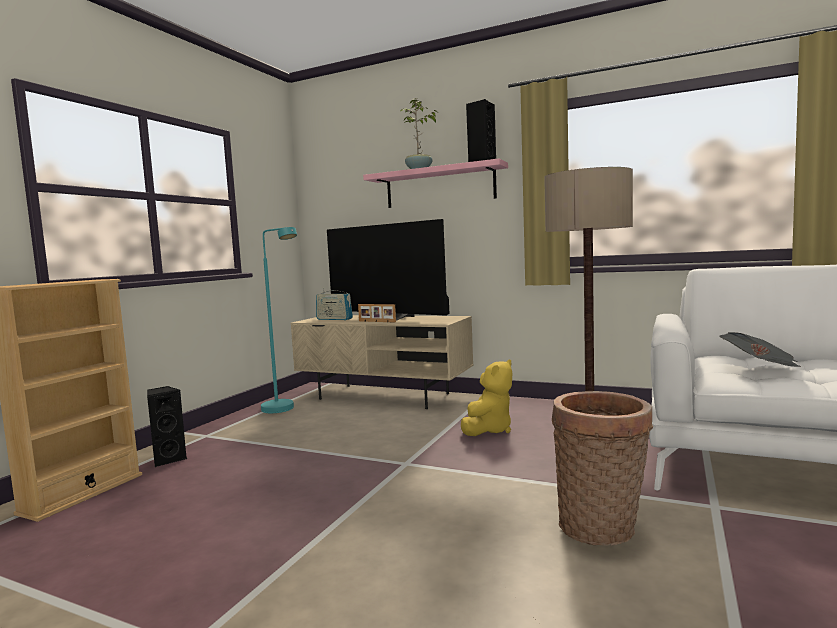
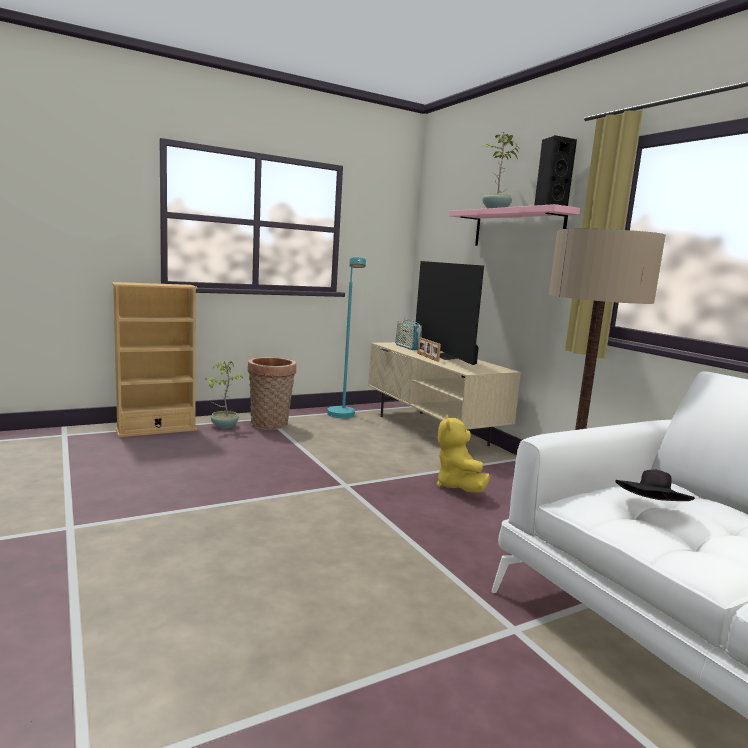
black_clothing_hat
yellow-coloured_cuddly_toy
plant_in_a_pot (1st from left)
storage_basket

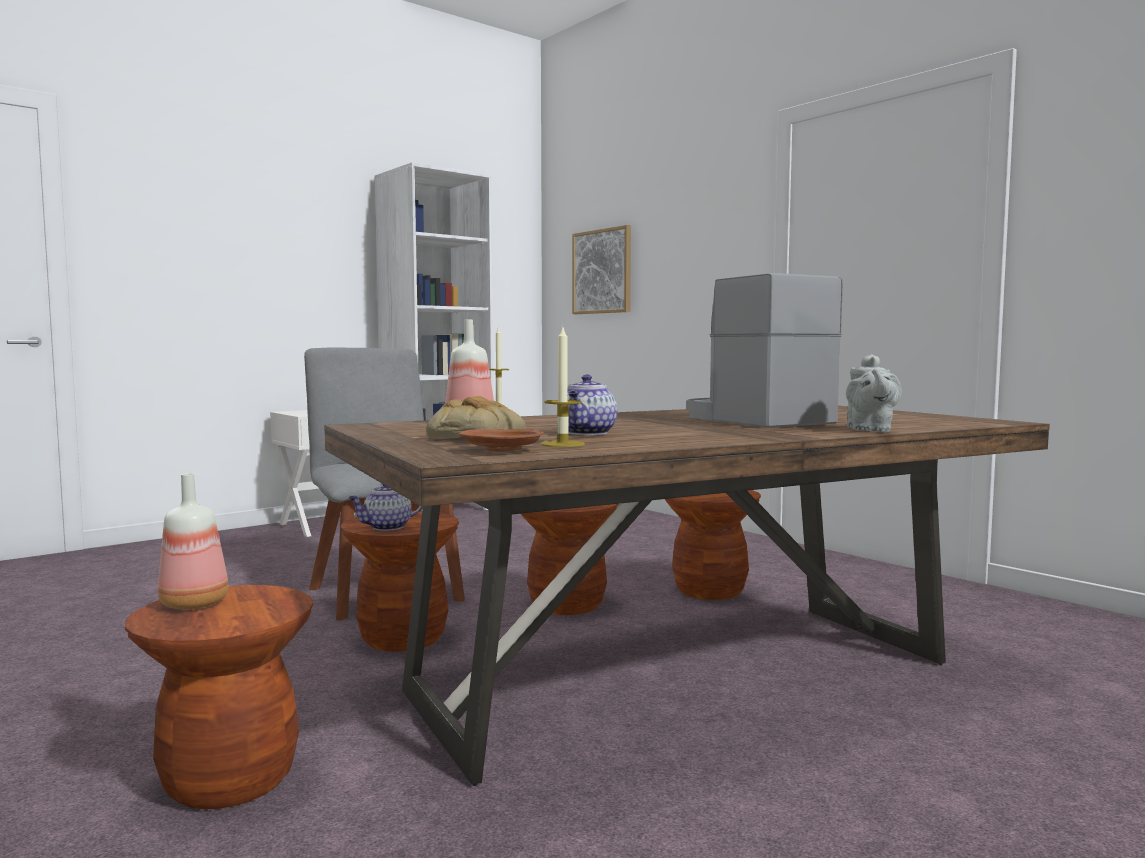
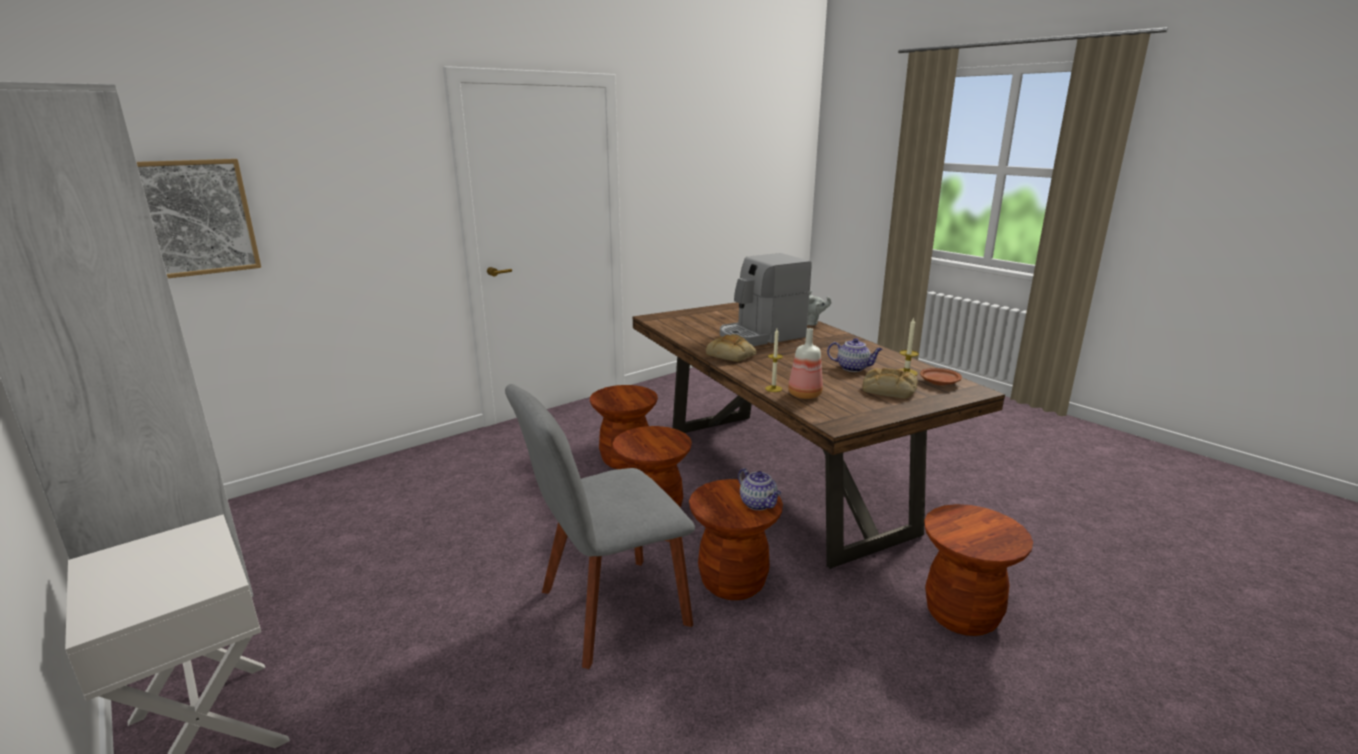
beverage_bottle (1st from left in the first image)
bread (1st from left)

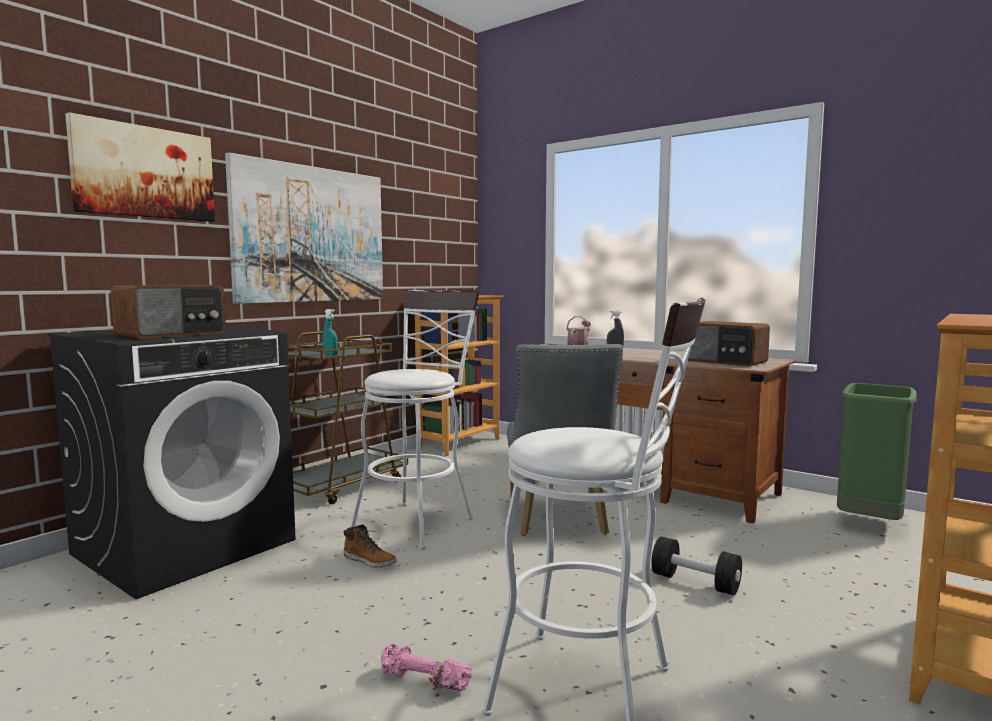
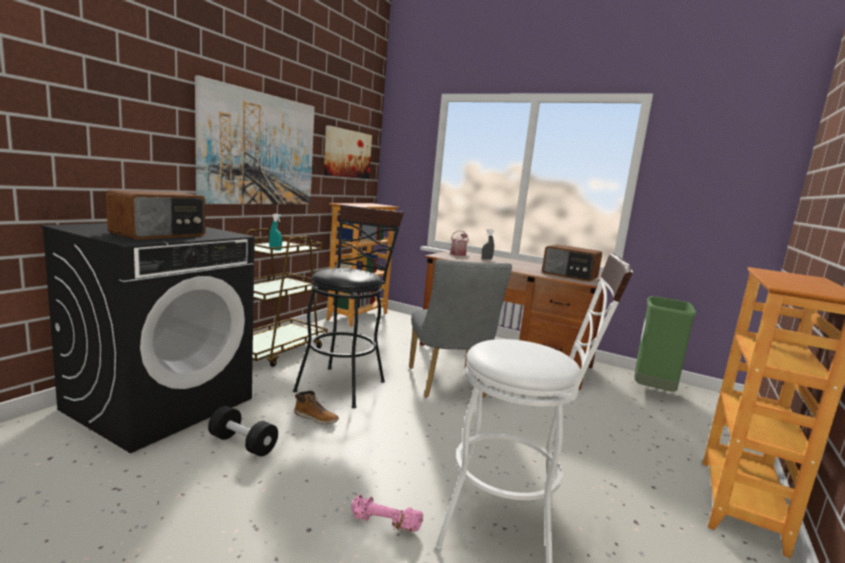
picture (2nd from left)
black_sitting_stool
black_hand_weight

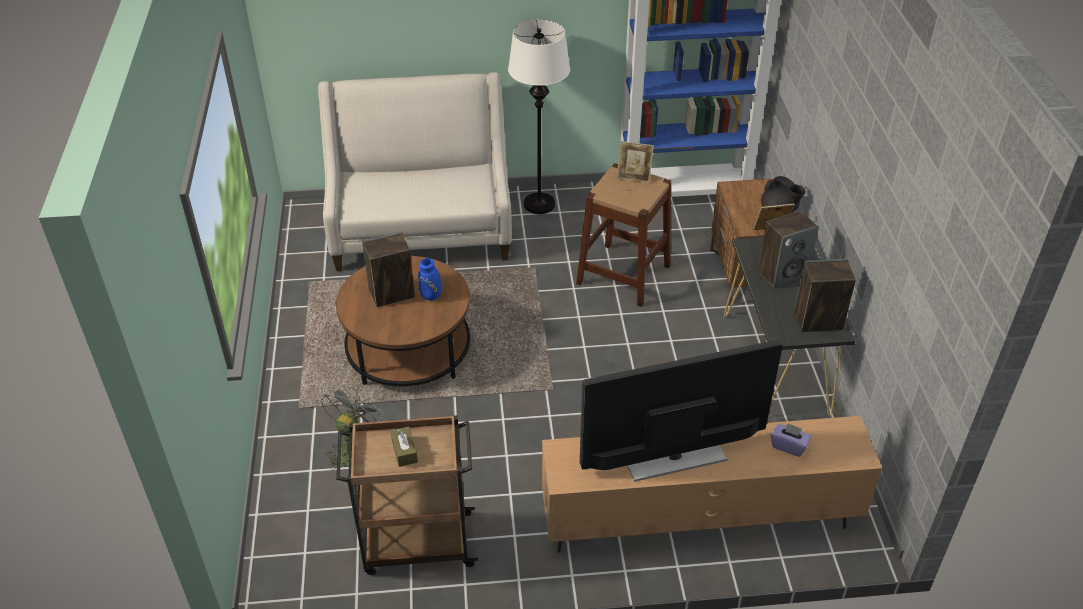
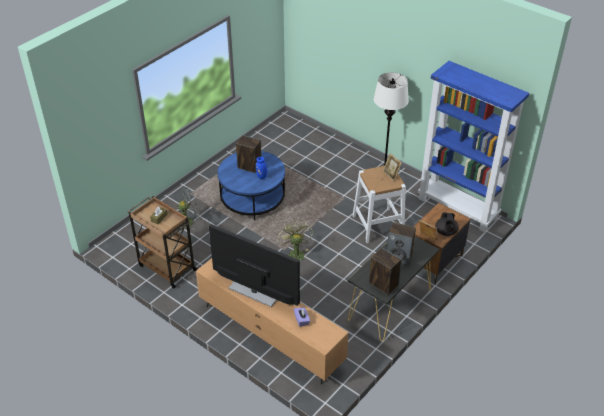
beige-coloured_settee
white-coloured_sitting_stool
blue_coffee_table
green-coloured_electric_fan

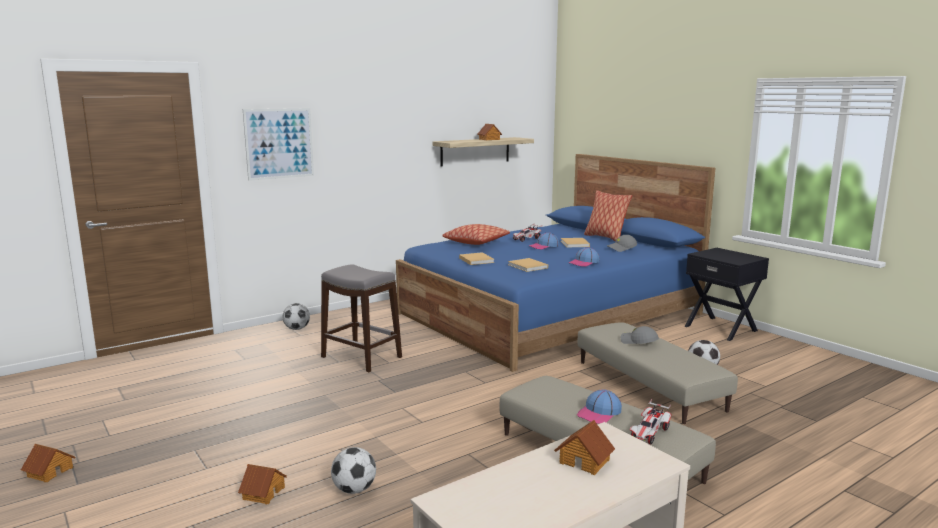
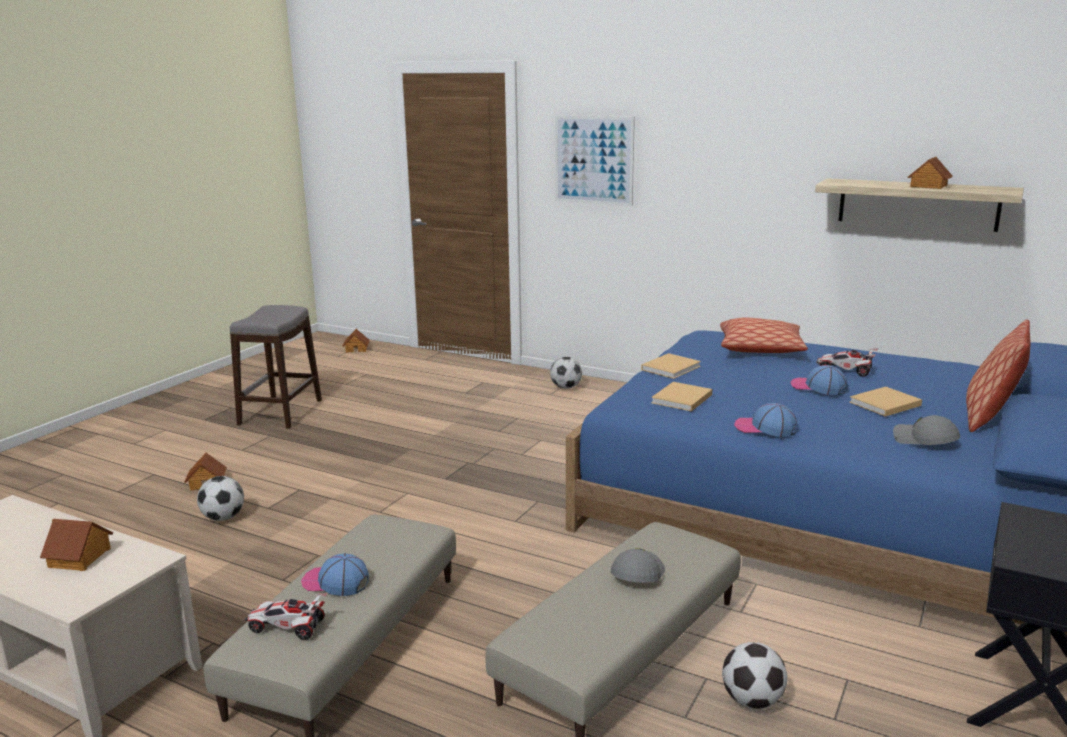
grey_sitting_stool
model_house (3rd from left)

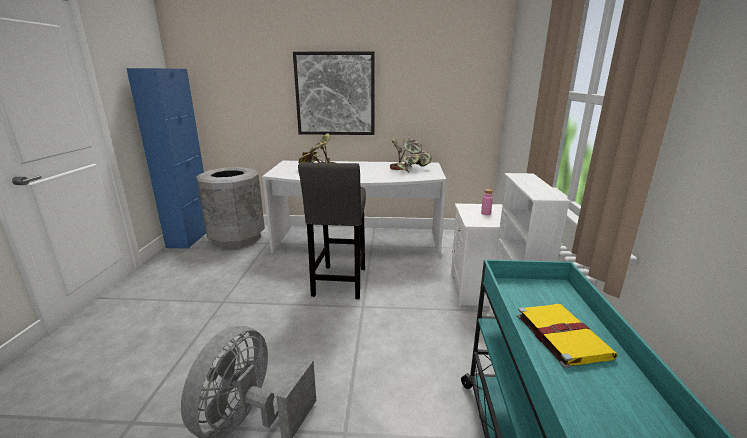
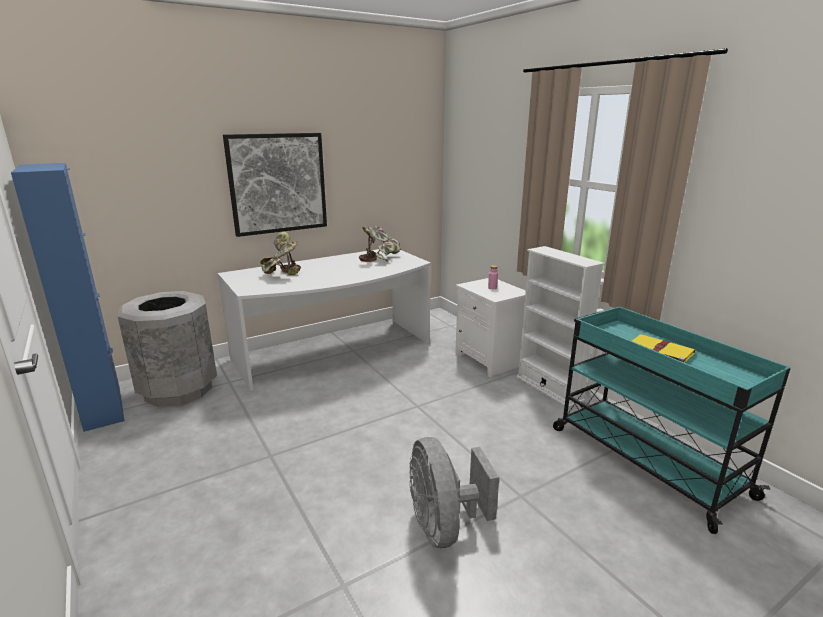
grey_sitting_stool

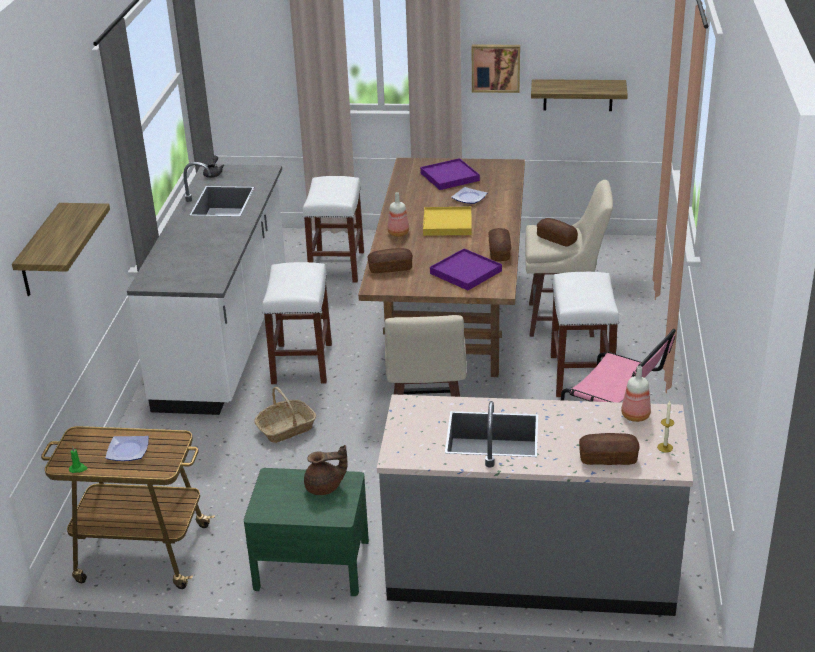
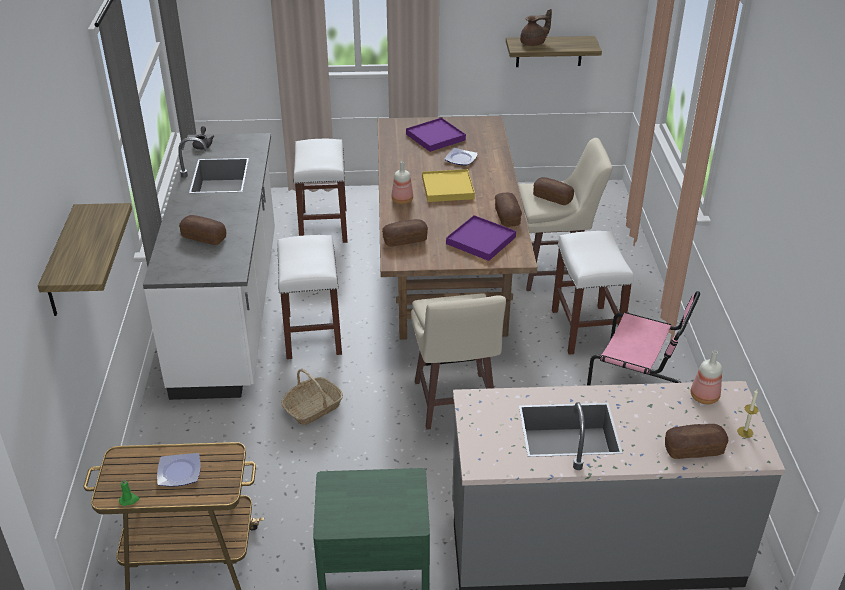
picture
brown_pot_for_tea
bread (1st from left)

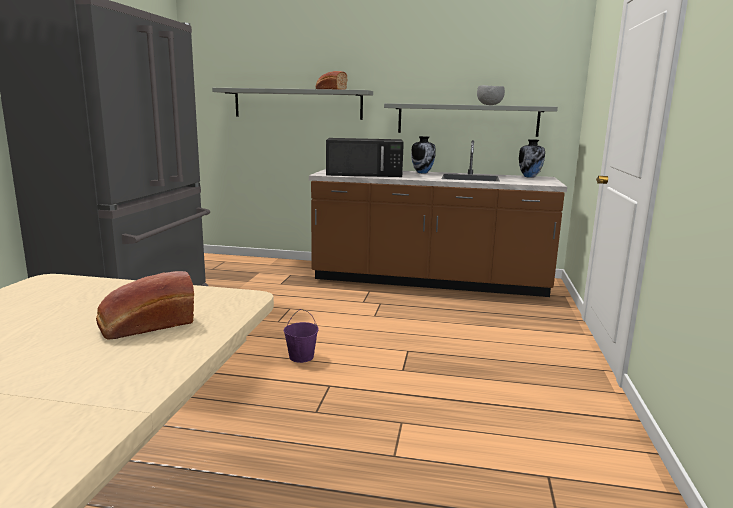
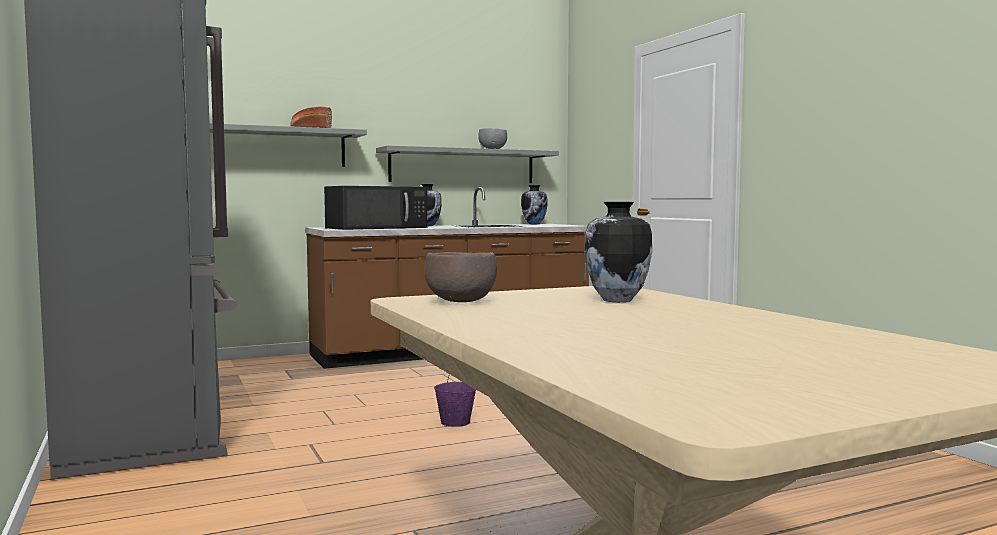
flower_vase (3rd from left)
brown_deep_dish

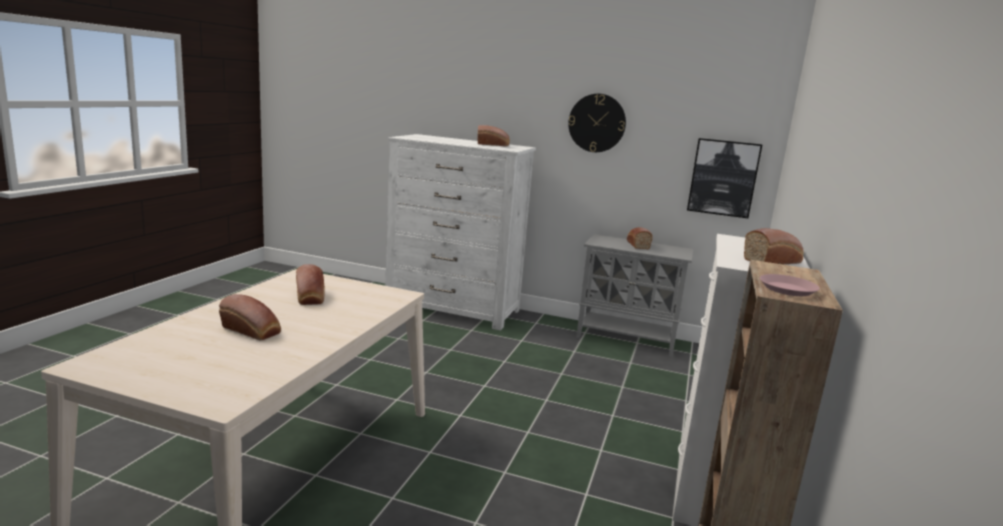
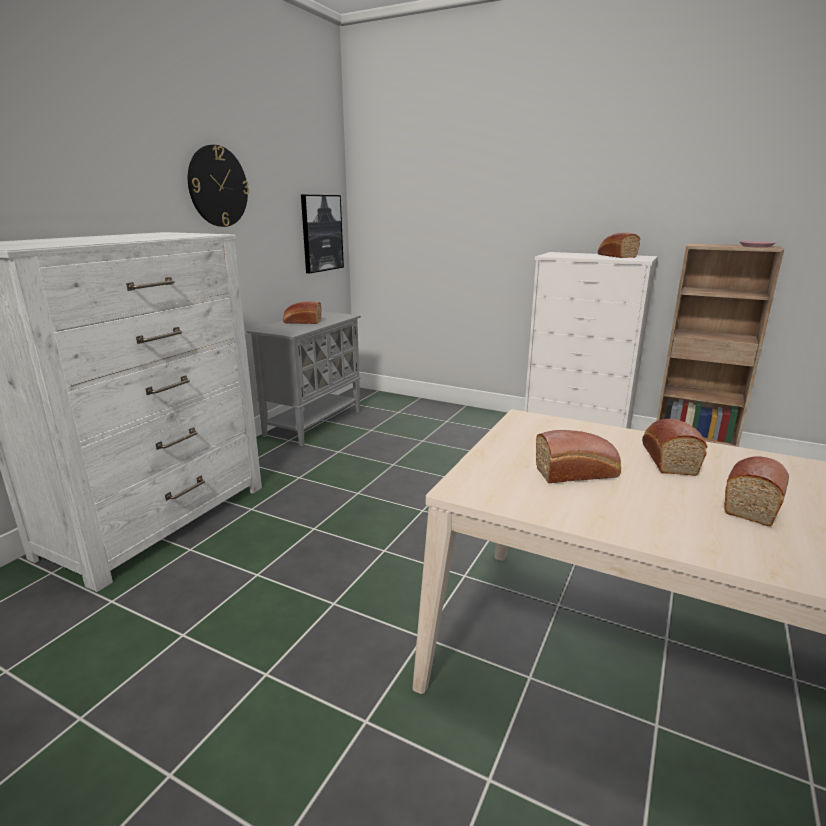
bread (4th from left)

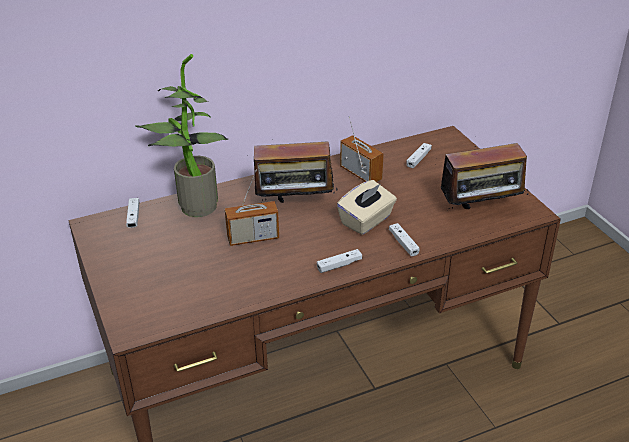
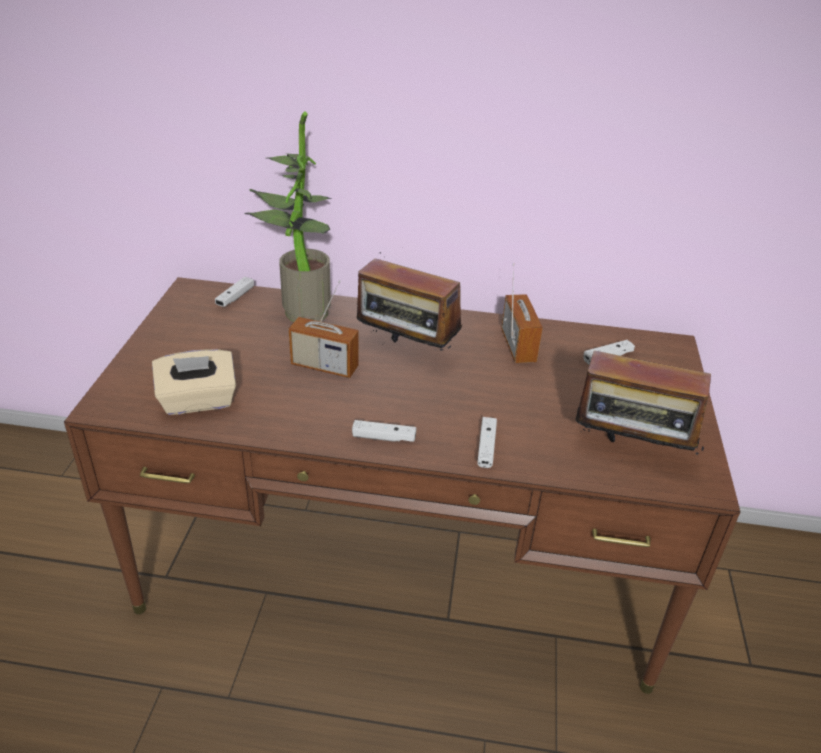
beige-coloured_tissue_box

